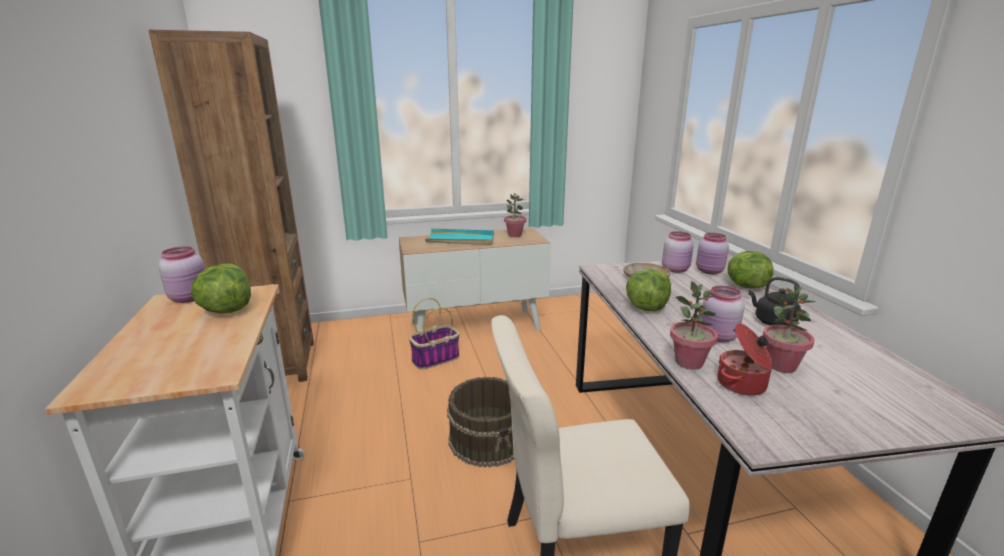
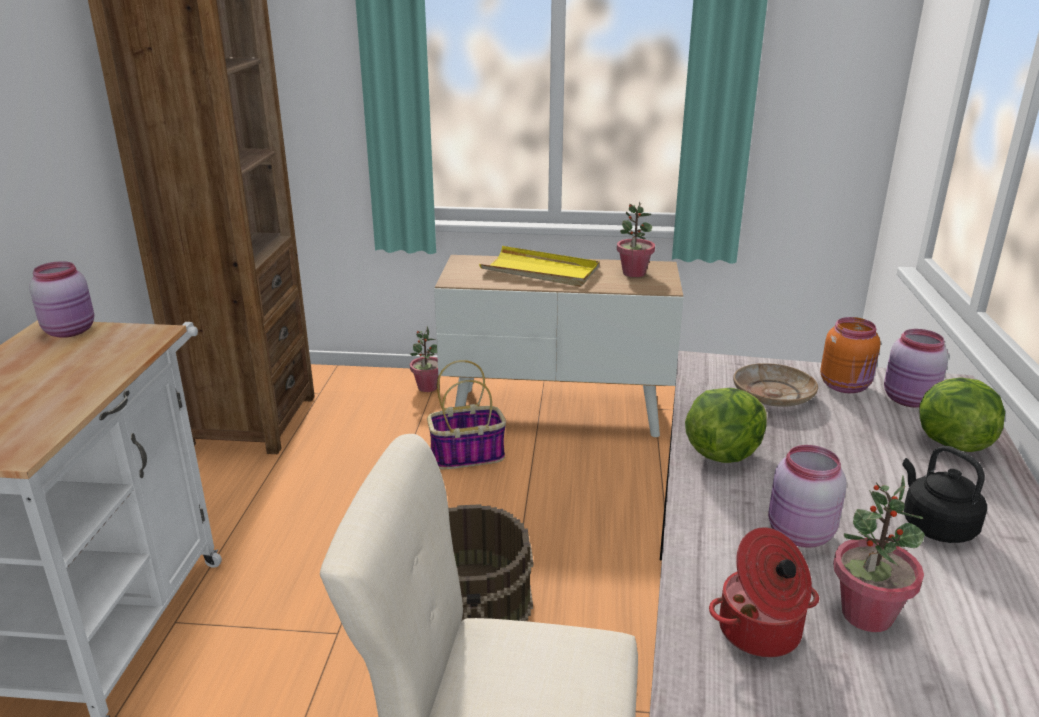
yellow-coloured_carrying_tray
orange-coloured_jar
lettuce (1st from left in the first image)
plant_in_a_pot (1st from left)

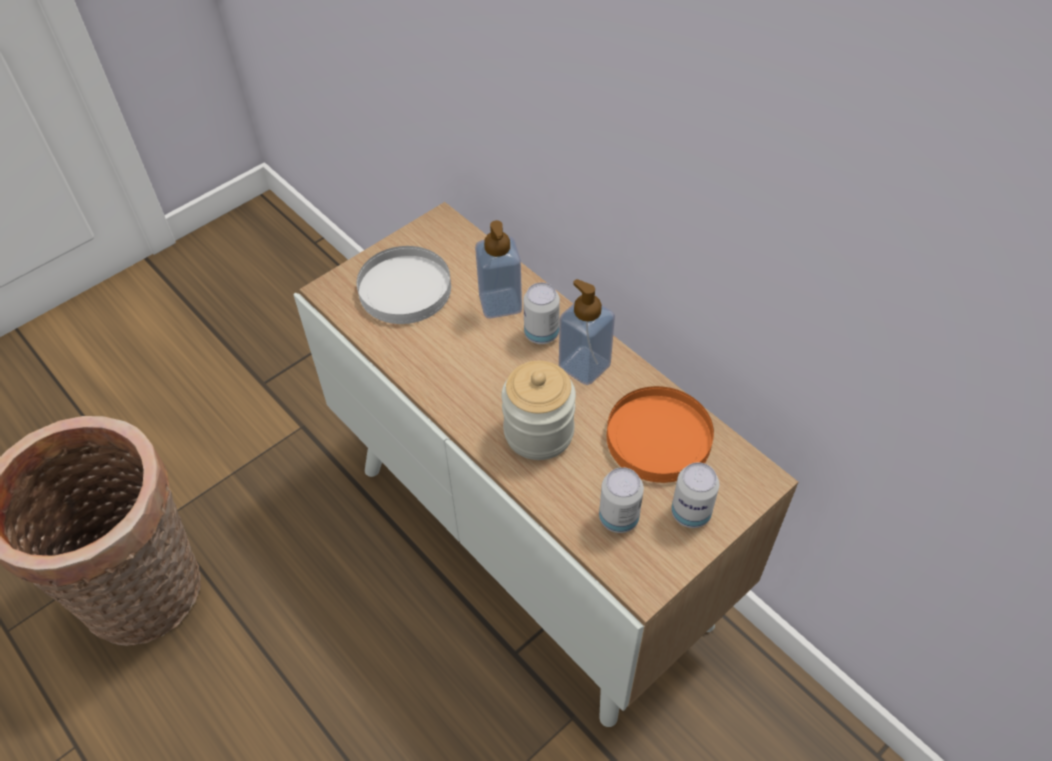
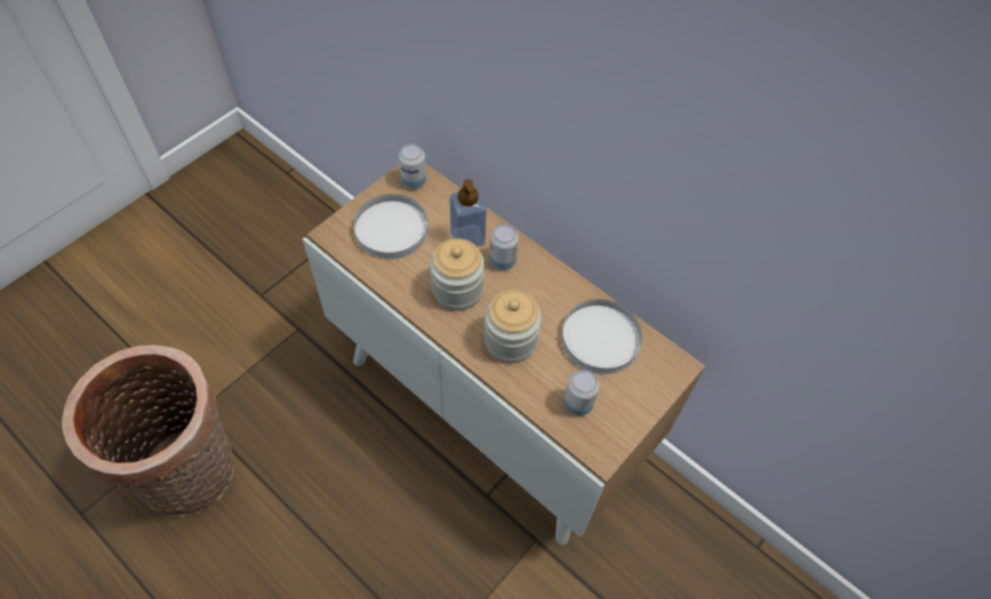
liquid_soap_bottle (2nd from left in the first image)
white-coloured_dinner_plate (2nd from left)
sealed_can (1st from left)
jar (1st from left)

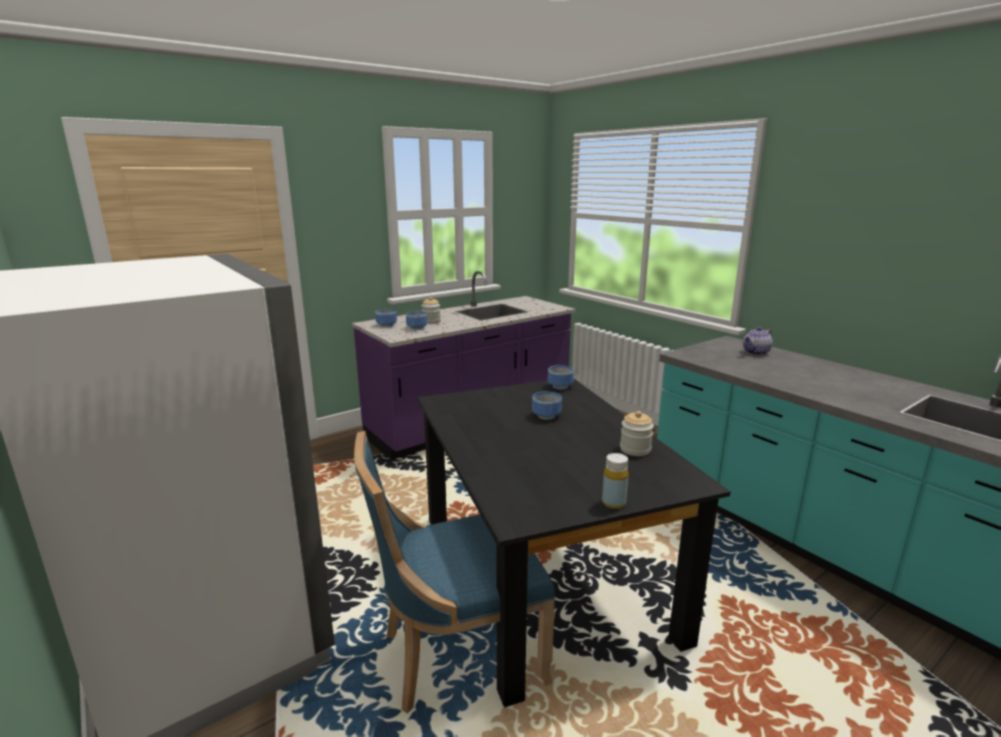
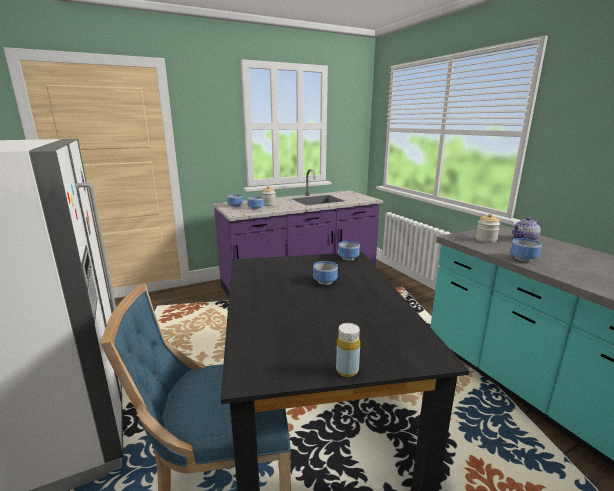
jar (2nd from left)
deep_dish (5th from left)

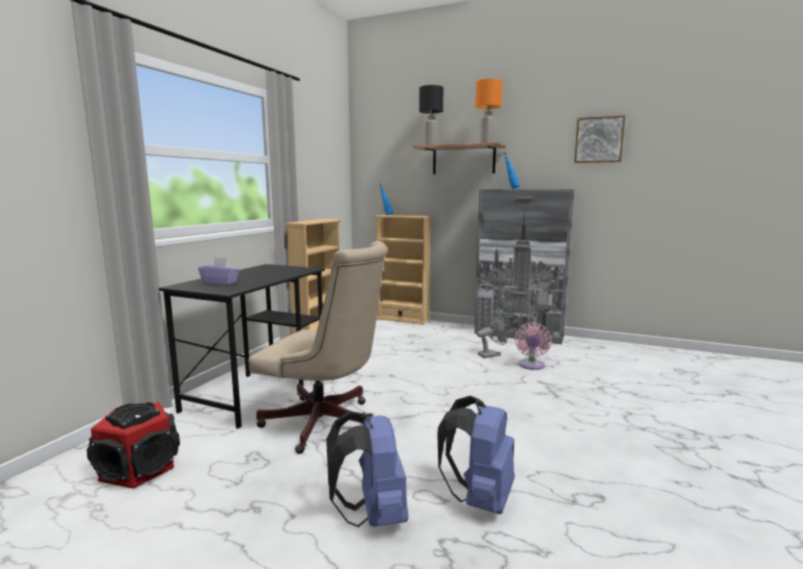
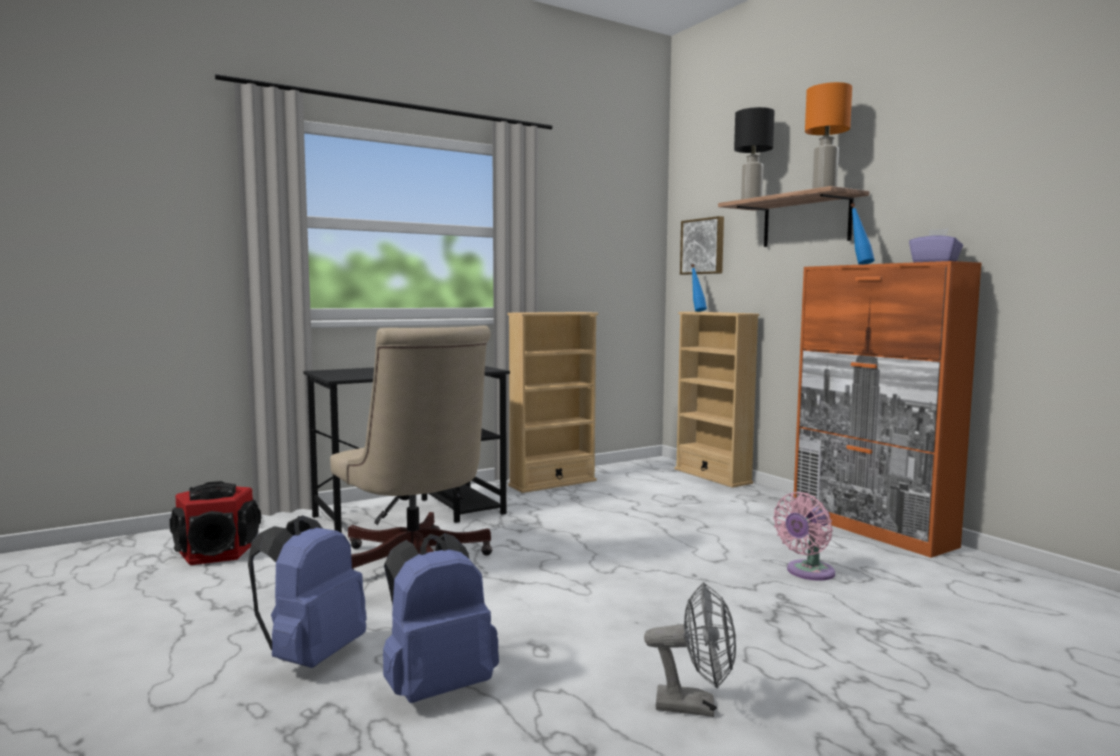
picture
orange-coloured_cabinet
purplish_tissue_box
grey_electric_fan

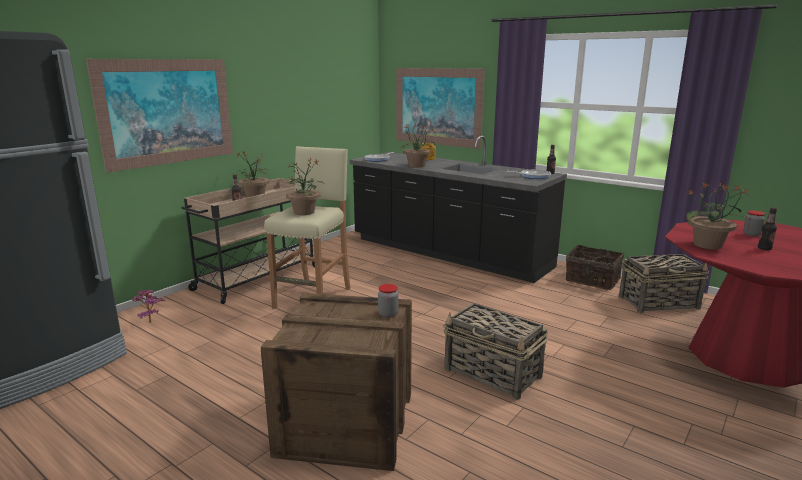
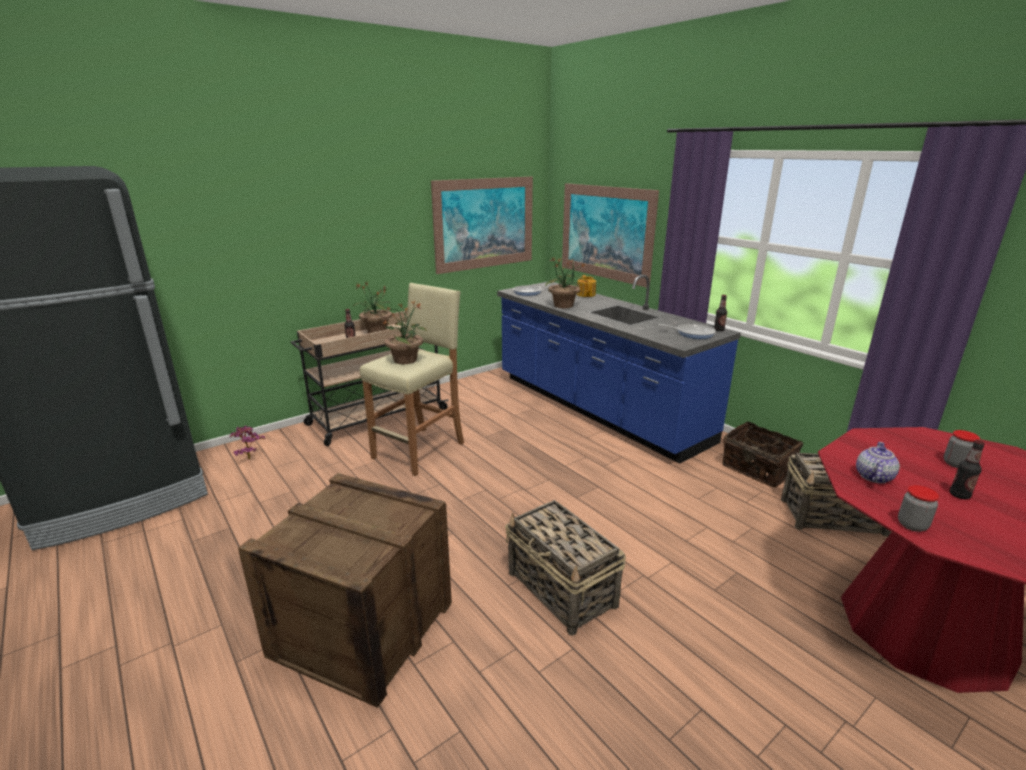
picture (1st from left)
blue_kitchen_base_unit
pot_for_tea (2nd from left)
jar (1st from left)

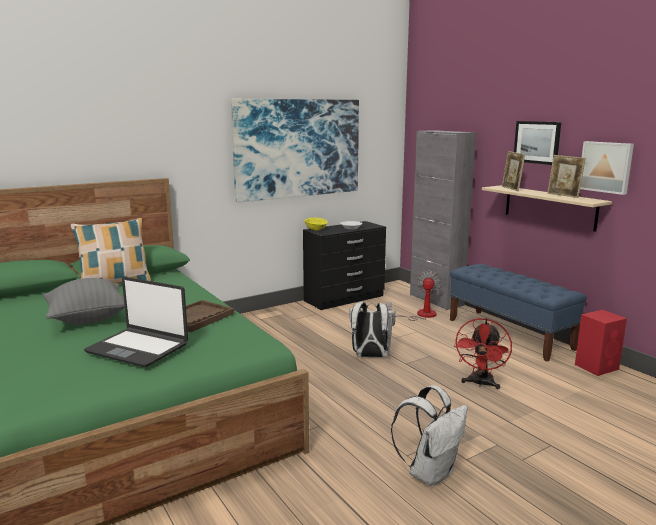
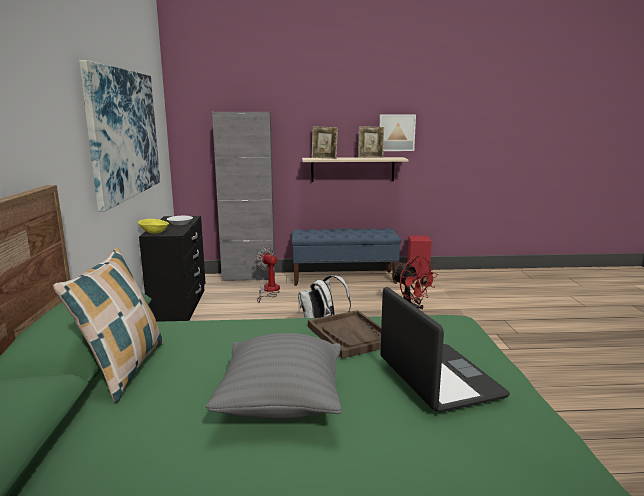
picture (2nd from left in the first image)
portable_computer
white-coloured_backpack (2nd from left in the first image)

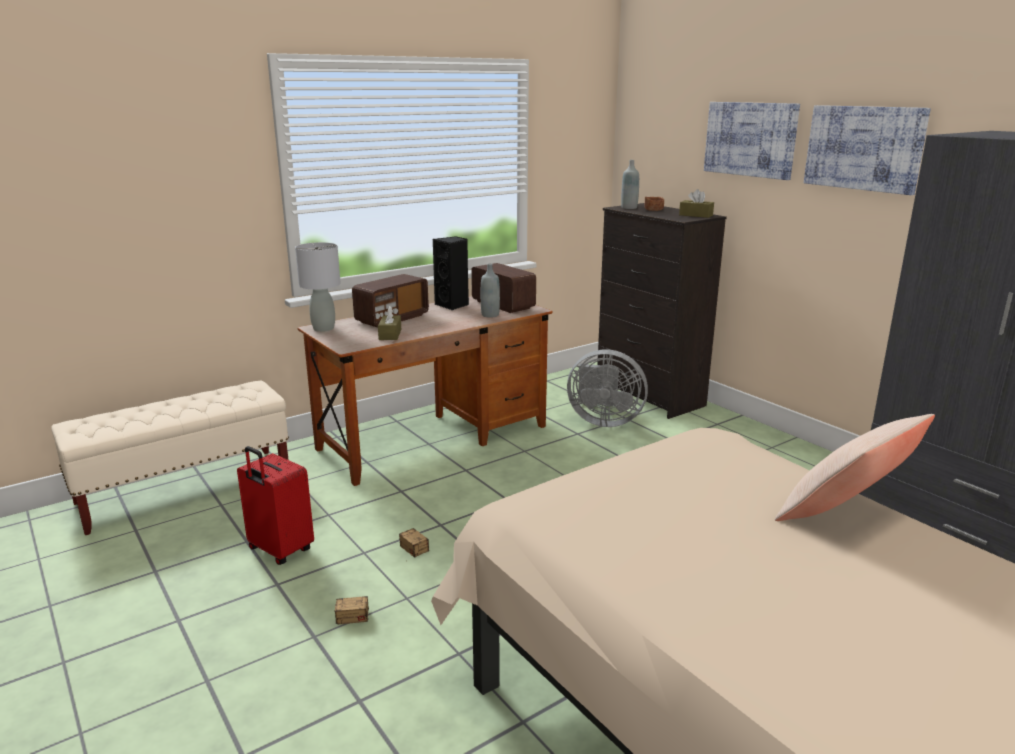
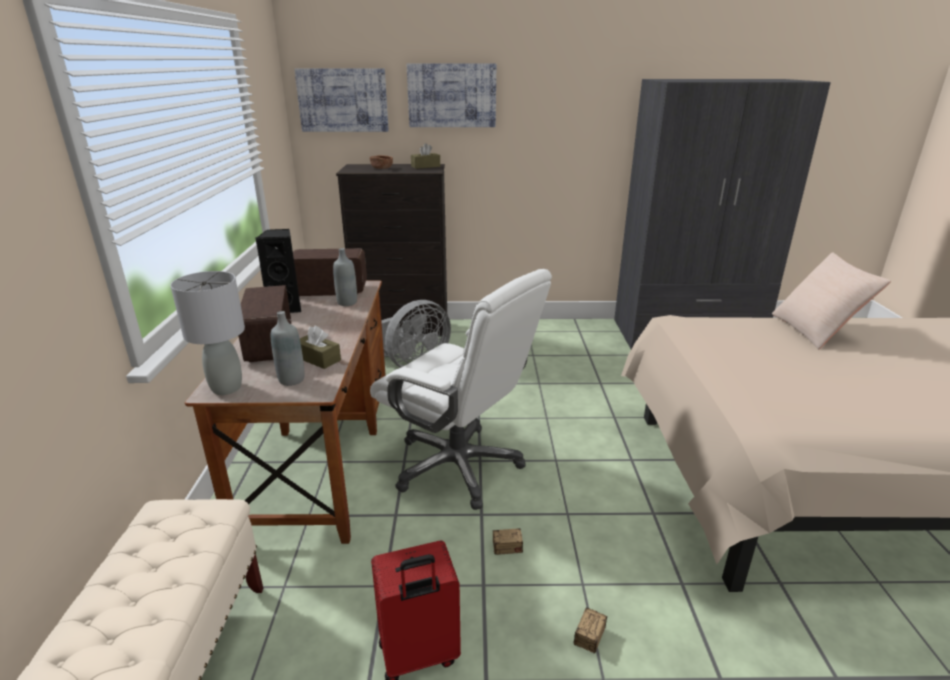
picture (1st from left)
grey_beverage_bottle (1st from left)
white-coloured_computer_chair

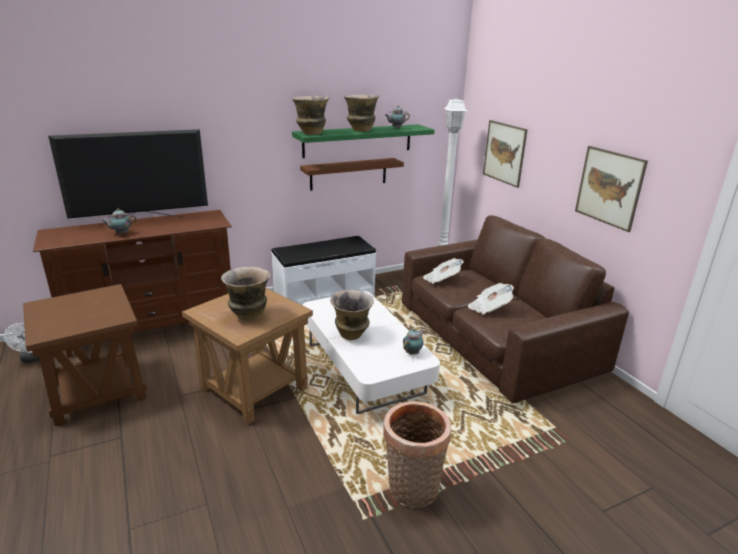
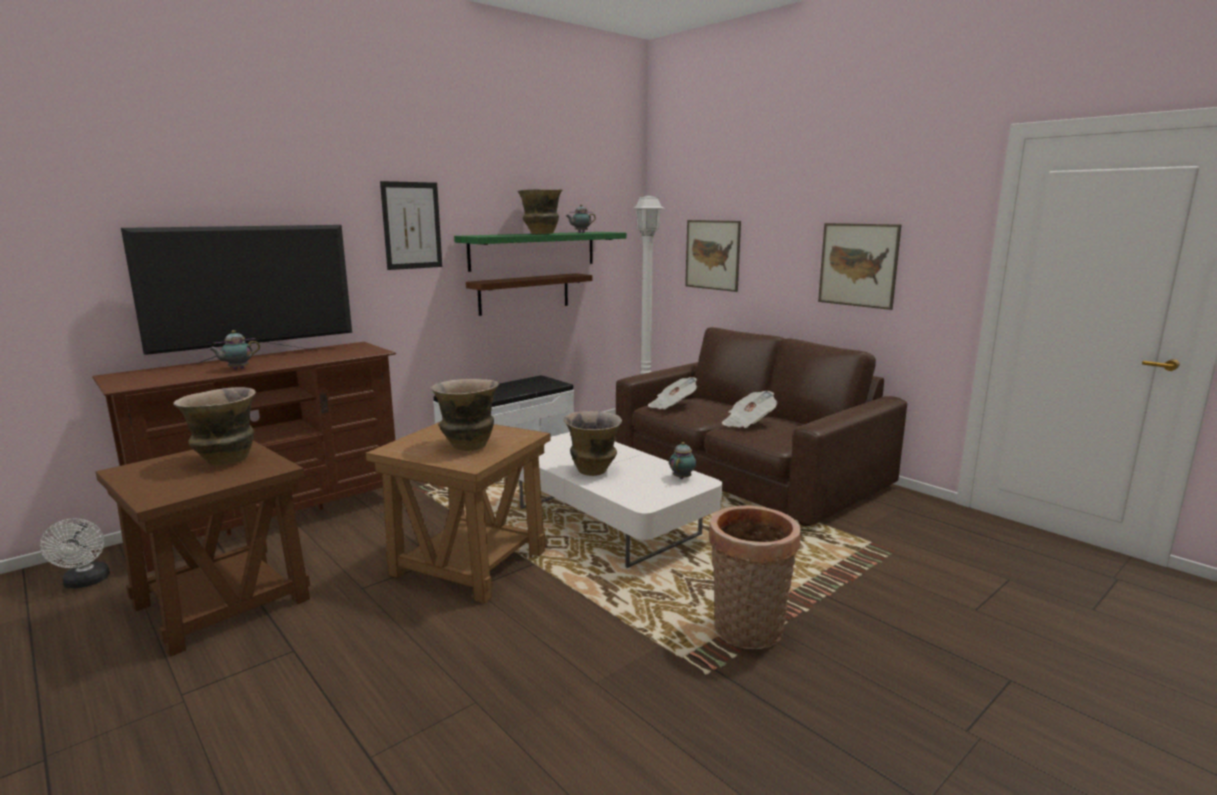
flower_vase (1st from left)
picture (1st from left)

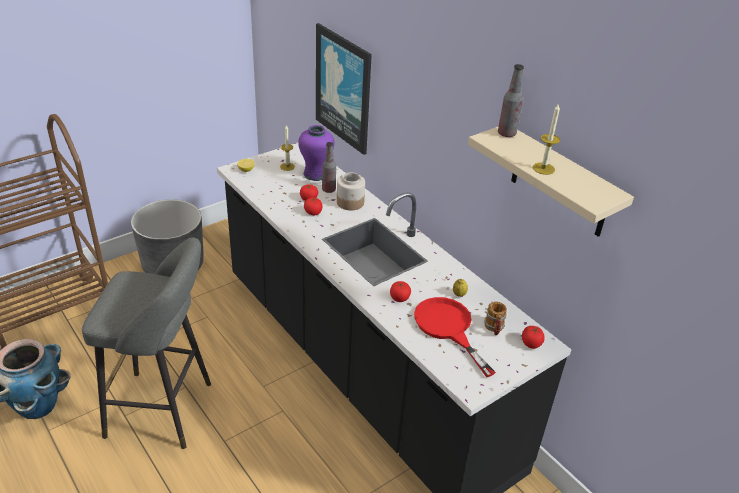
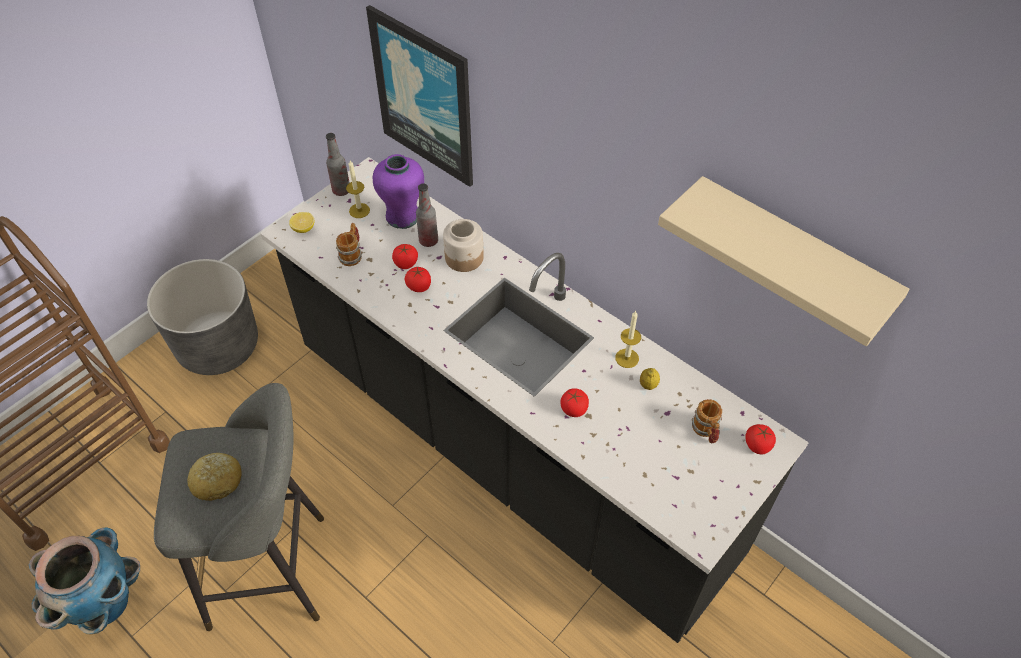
beverage_bottle (1st from left)
wax_light (2nd from left)
red_pan
tea_mug (1st from left)
bread

